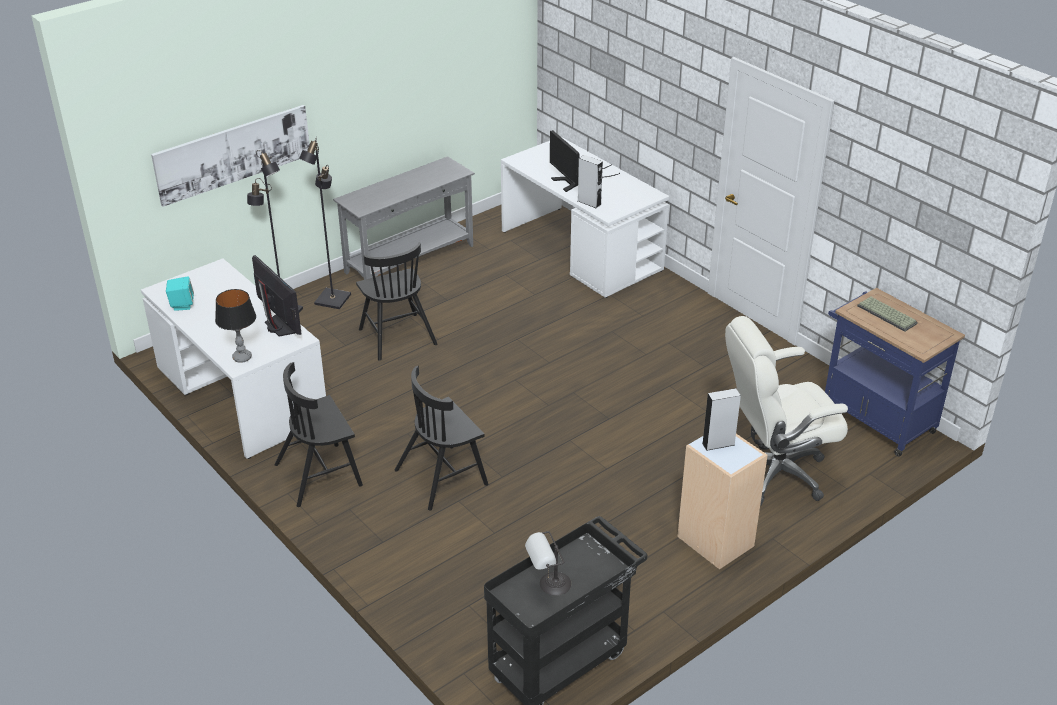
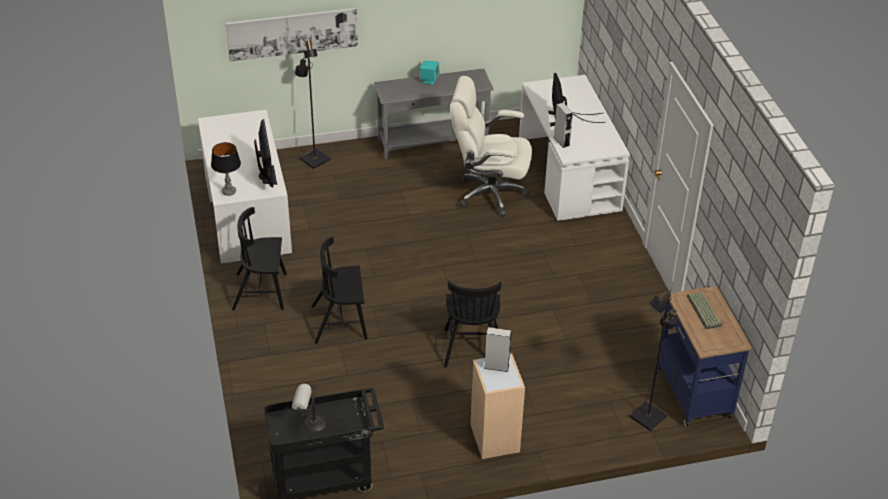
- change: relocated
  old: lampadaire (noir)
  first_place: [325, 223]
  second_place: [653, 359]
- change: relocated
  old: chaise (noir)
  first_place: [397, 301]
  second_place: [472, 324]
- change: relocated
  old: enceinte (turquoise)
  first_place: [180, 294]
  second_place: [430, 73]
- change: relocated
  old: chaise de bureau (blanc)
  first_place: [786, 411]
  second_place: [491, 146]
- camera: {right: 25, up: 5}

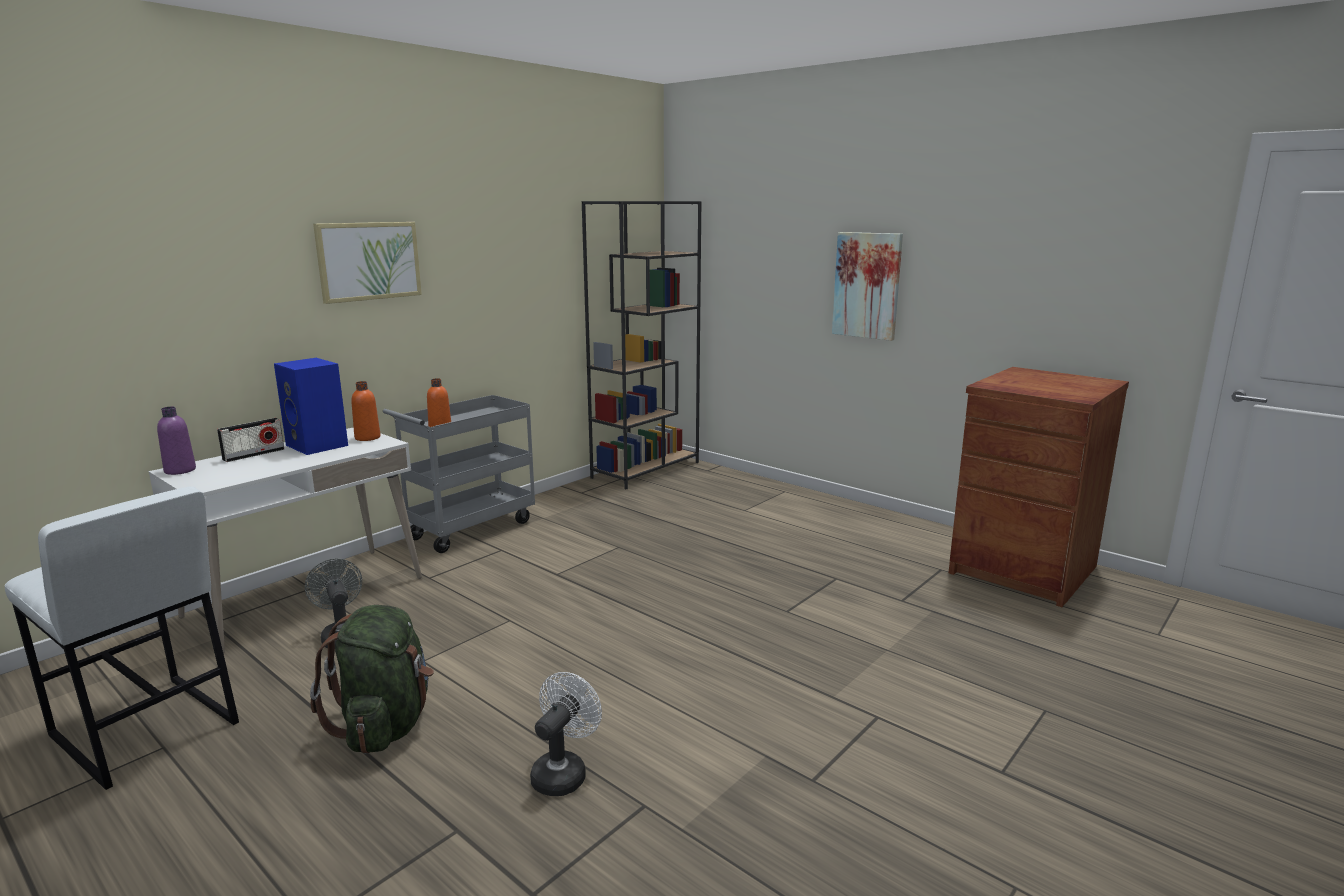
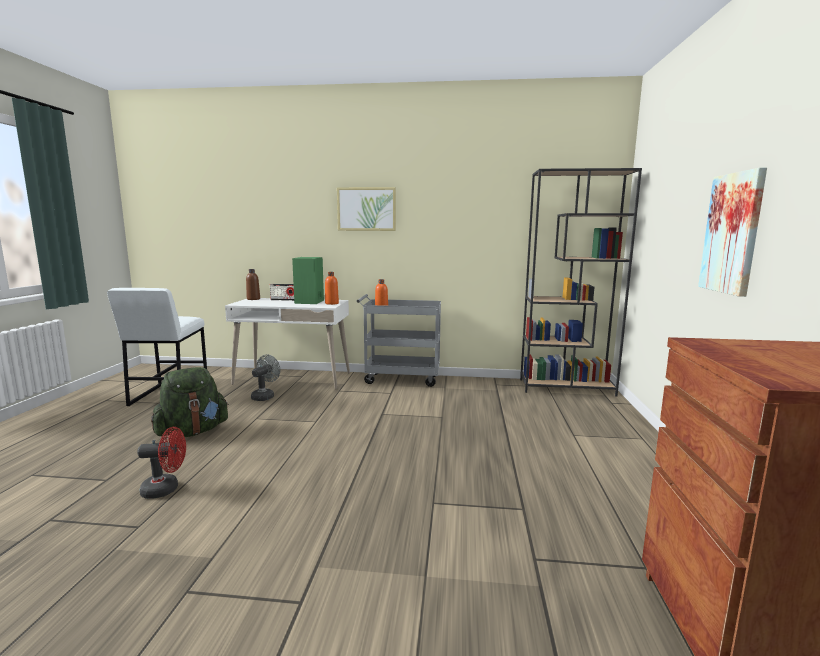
- change: colour
  old: enceinte (bleu)
  new: enceinte (vert)
  first_place: [311, 406]
  second_place: [308, 280]
- change: colour
  old: bouteille (violet)
  new: bouteille (marron)
  first_place: [176, 441]
  second_place: [253, 284]
- change: colour
  old: ventilateur (blanc)
  new: ventilateur (rouge)
  first_place: [566, 734]
  second_place: [161, 463]
- camera: {right: 55, up: -5}

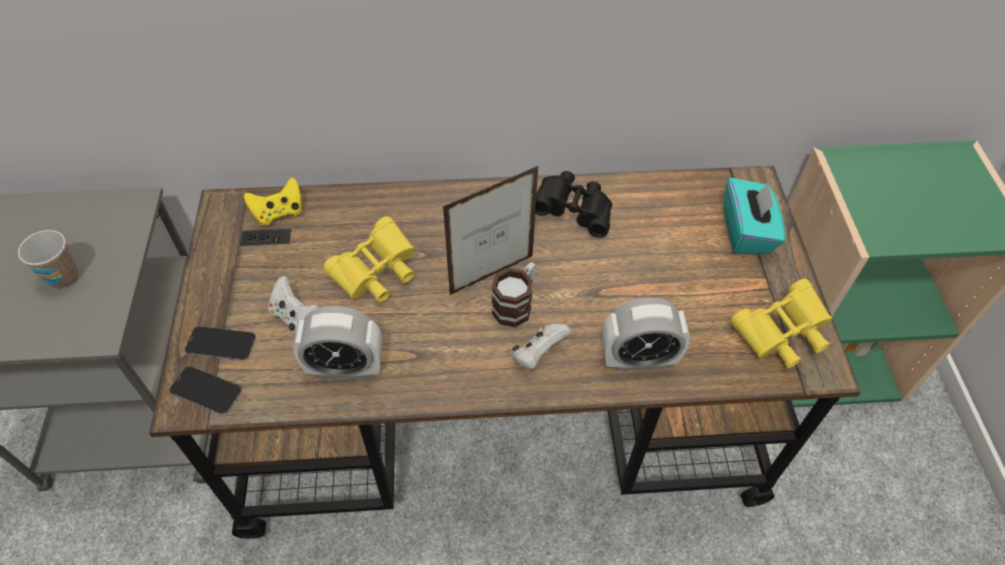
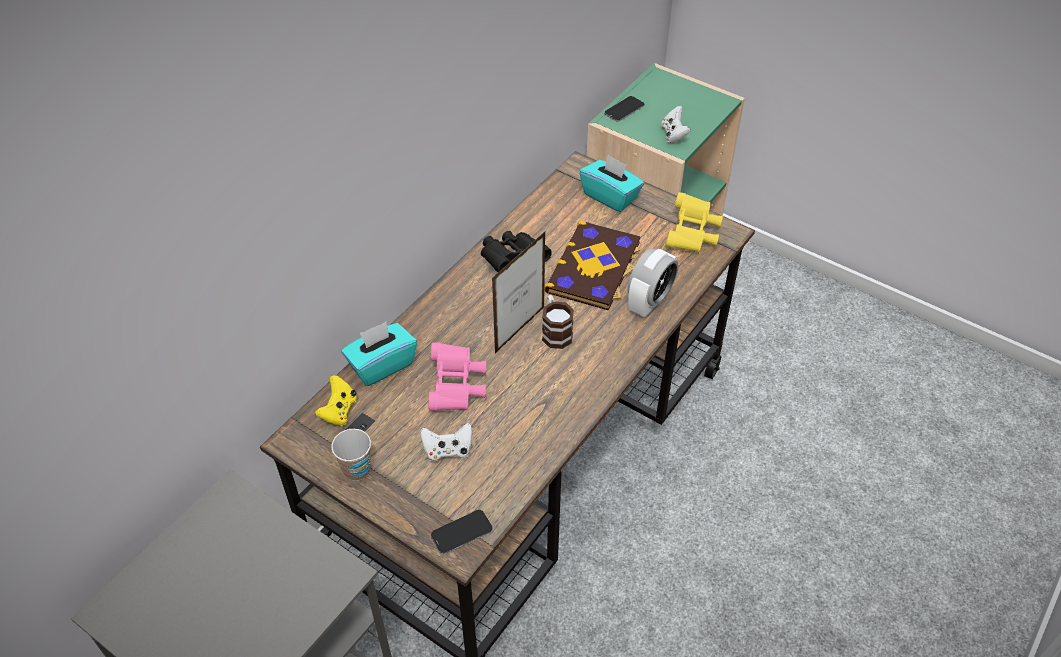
- change: spun
  old: cadre photo
  first_place: [490, 230]
  second_place: [518, 292]
  degrees: -150
- change: colour
  old: jumelles (jaune)
  new: jumelles (rose)
  first_place: [369, 259]
  second_place: [457, 376]
- change: relocated
  old: tasse
  first_place: [48, 259]
  second_place: [351, 455]
- change: missing
  old: réveil
  first_place: [337, 342]
- change: relocated
  old: manette (blanc)
  first_place: [541, 346]
  second_place: [676, 124]
- change: relocated
  old: téléphone
  first_place: [220, 344]
  second_place: [624, 109]
- change: appeared
  new: livre
  second_place: [592, 266]
- change: appeared
  new: boîte à mouchoirs (turquoise)
  second_place: [379, 354]
- camera: {right: -50, up: -5}

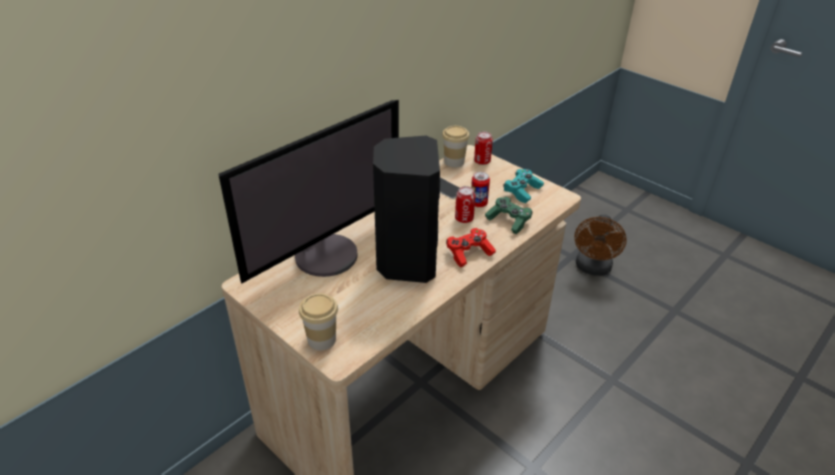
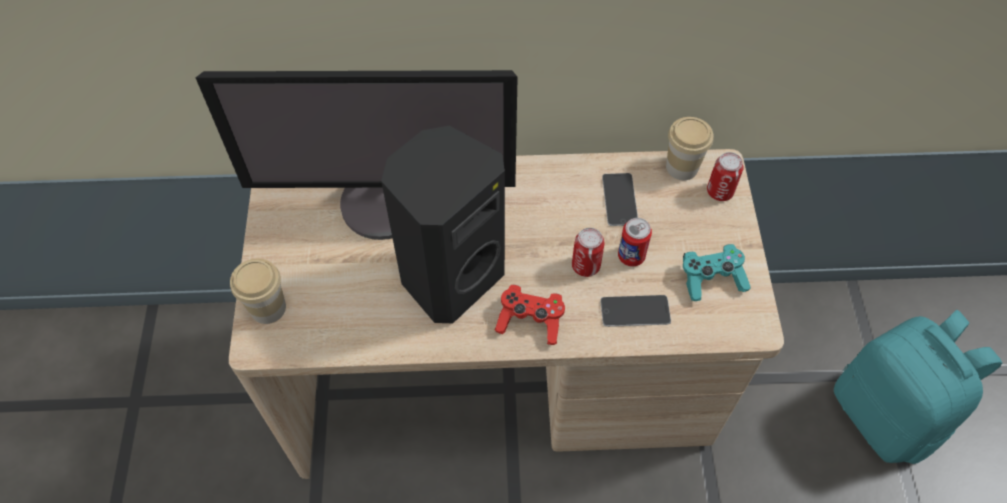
- change: exchanged
  old: manette (vert)
  new: téléphone
  first_place: [509, 215]
  second_place: [635, 311]
- change: exchanged
  old: ventilateur (marron)
  new: sac à dos (turquoise)
  first_place: [600, 245]
  second_place: [918, 387]
- camera: {right: 45, up: 20}

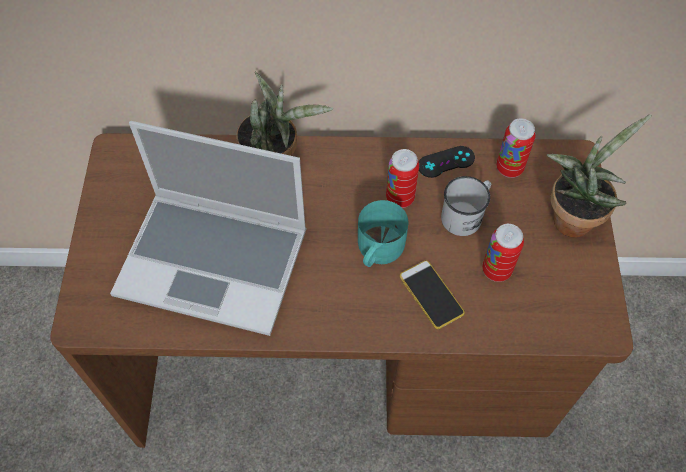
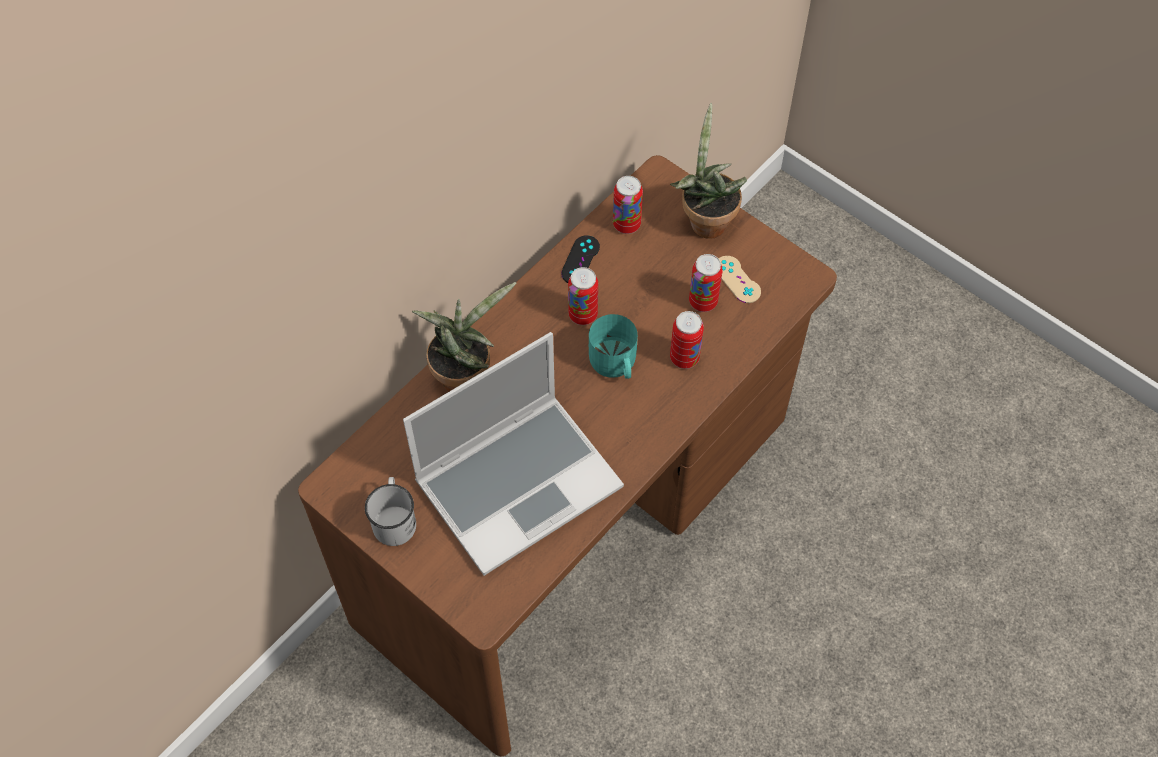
- change: relocated
  old: mug (blanc)
  first_place: [466, 206]
  second_place: [390, 511]
- change: exchanged
  old: téléphone
  new: boîte métallique
  first_place: [432, 294]
  second_place: [687, 340]
- change: appeared
  new: manette (beige)
  second_place: [739, 279]
- camera: {right: -50, up: 0}

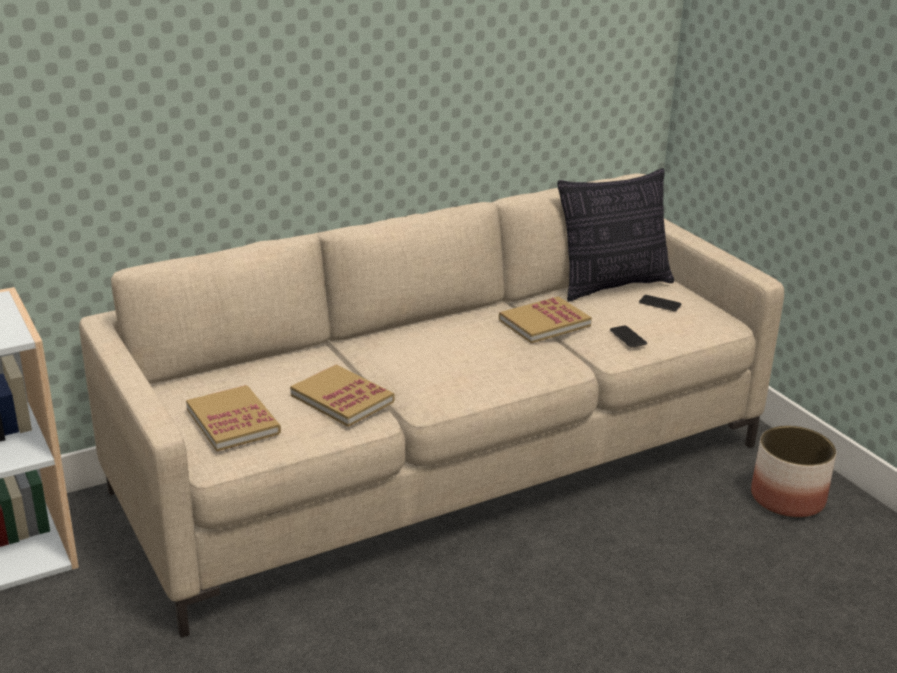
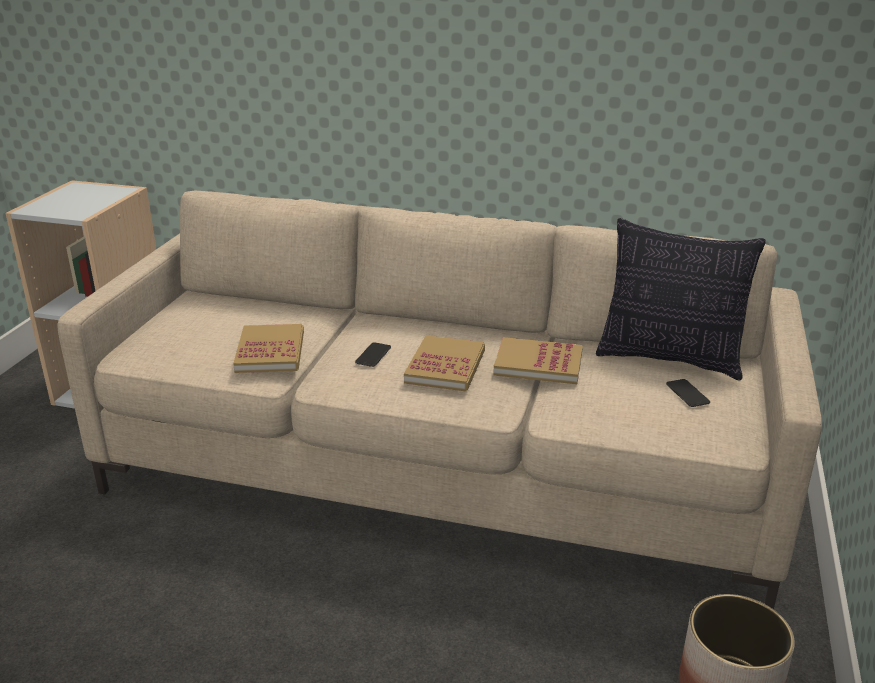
- change: relocated
  old: téléphone
  first_place: [628, 336]
  second_place: [373, 354]
- change: relocated
  old: livre
  first_place: [233, 418]
  second_place: [444, 363]
- camera: {right: 45, up: 0}

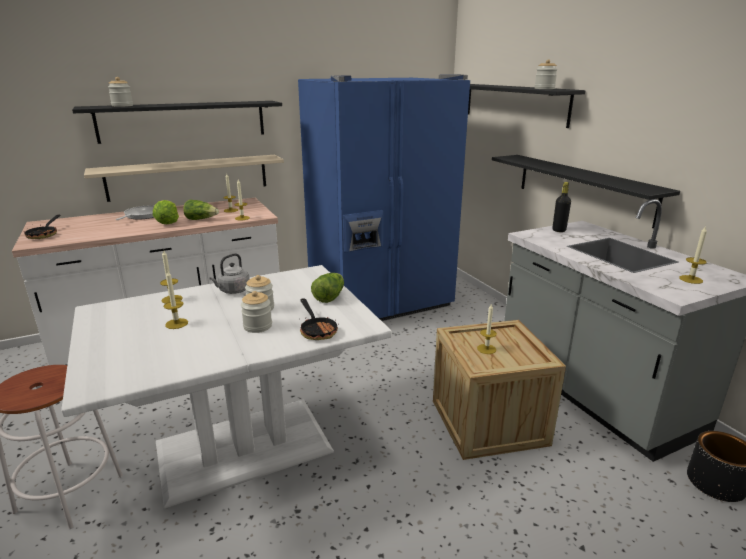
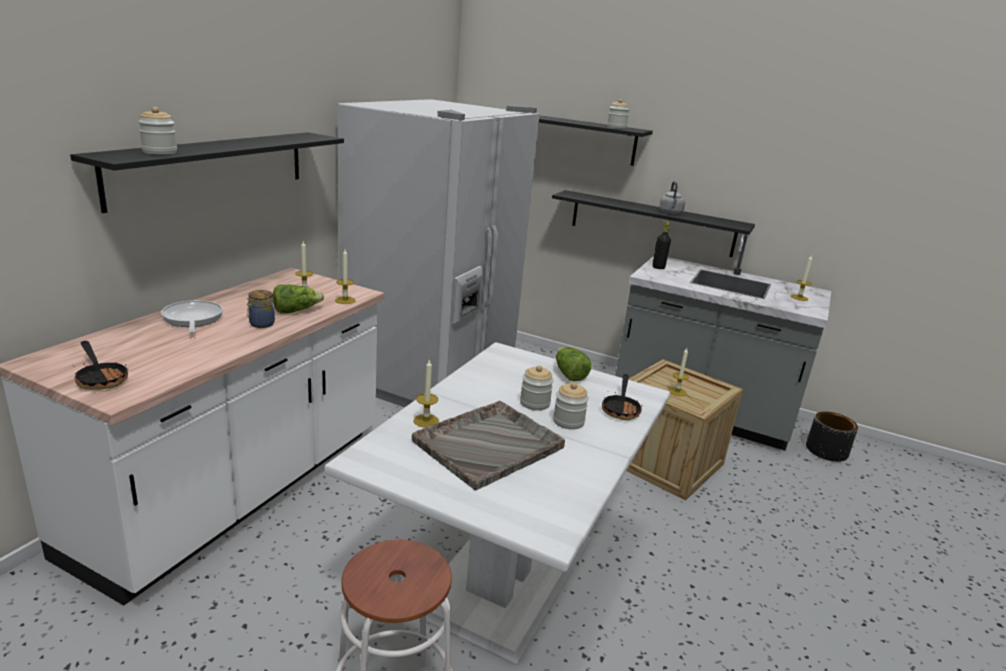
- change: colour
  old: réfrigérateur (bleu)
  new: réfrigérateur (blanc)
  first_place: [384, 197]
  second_place: [438, 253]
- change: missing
  old: étagère (beige)
  first_place: [184, 178]
- change: exchanged
  old: laitue
  new: bocal
  first_place: [166, 212]
  second_place: [261, 309]
- change: relocated
  old: bouilloire (gris)
  first_place: [229, 273]
  second_place: [672, 197]
- change: exchanged
  old: bougie
  new: plateau (gris)
  first_place: [176, 299]
  second_place: [488, 445]
- change: spun
  old: poêle
  first_place: [319, 319]
  second_place: [622, 397]
  degrees: 75
- camera: {right: -40, up: 0}

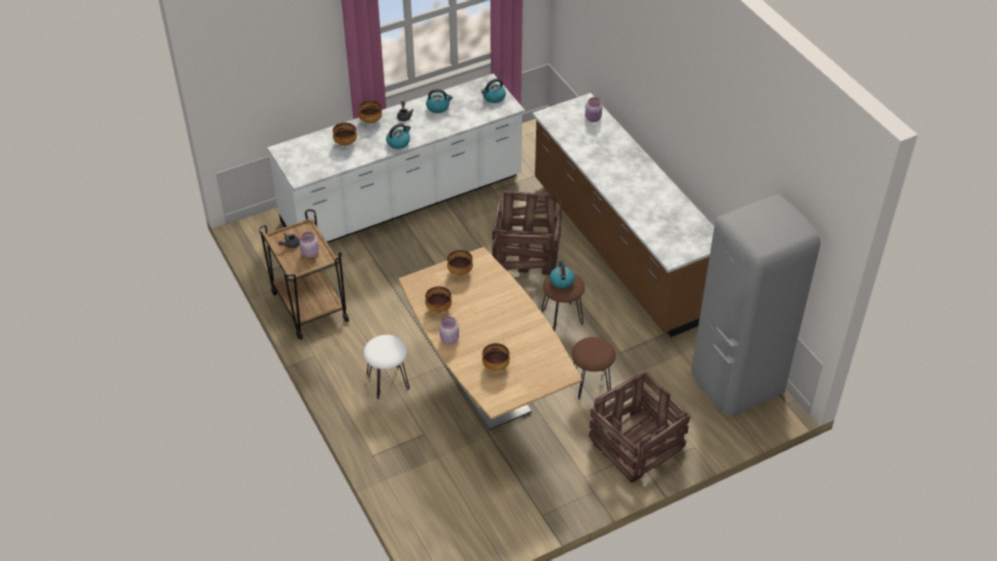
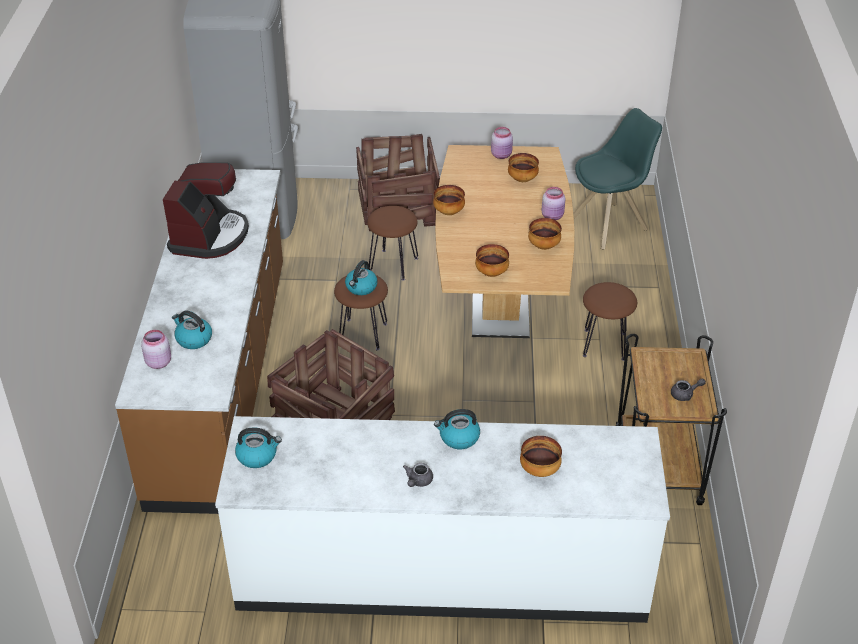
- change: relocated
  old: bouilloire
  first_place: [439, 101]
  second_place: [192, 330]
- change: relocated
  old: bol
  first_place: [370, 112]
  second_place: [449, 200]
- change: relocated
  old: bocal (rose)
  first_place: [309, 245]
  second_place: [502, 143]
- change: colour
  old: tabouret (blanc)
  new: tabouret (marron)
  first_place: [387, 367]
  second_place: [610, 321]
- change: appeared
  new: chaise (turquoise)
  second_place: [617, 179]
- change: appeared
  new: machine à café
  second_place: [206, 210]
- camera: {right: -150, up: -5}

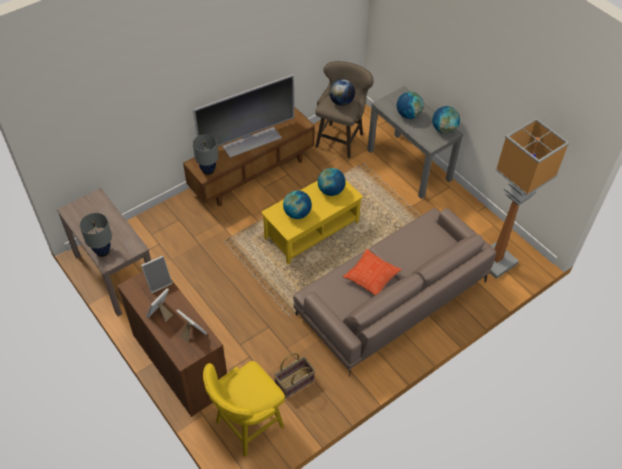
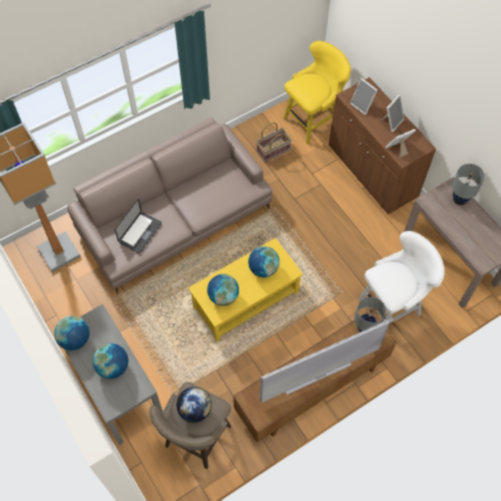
- change: missing
  old: coussin (orange)
  first_place: [372, 272]
- change: appeared
  new: ordinateur portable
  second_place: [138, 226]
- change: appeared
  new: tabouret (blanc)
  second_place: [402, 277]
- camera: {right: -175, up: 10}

